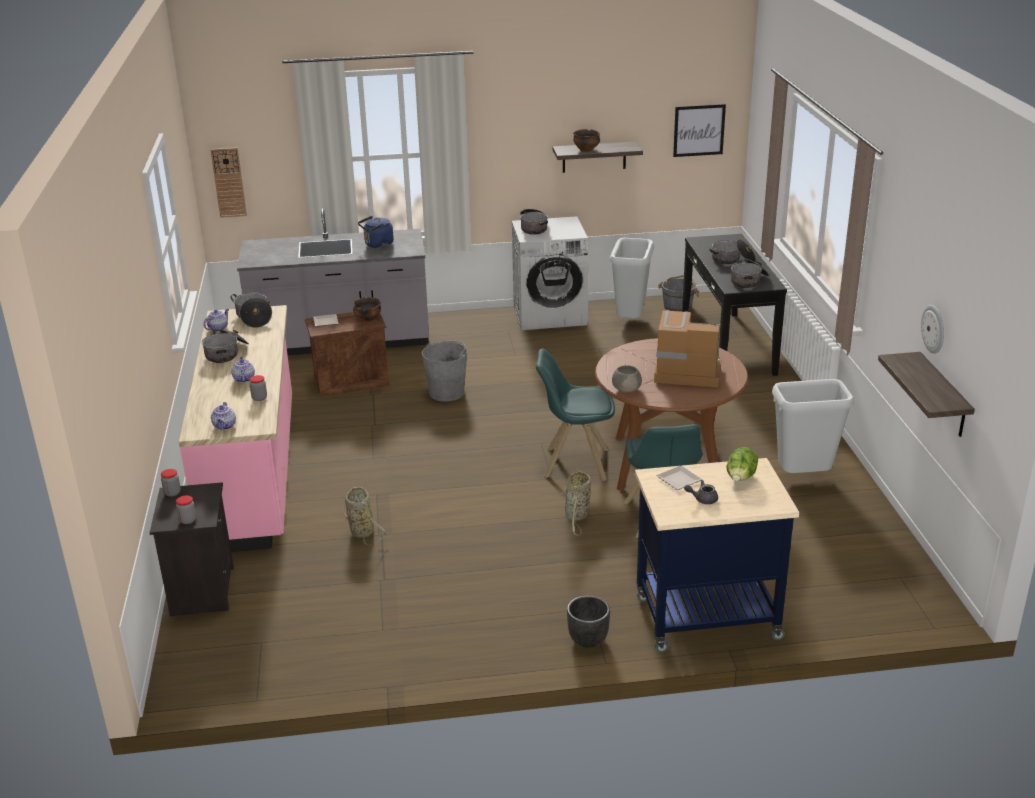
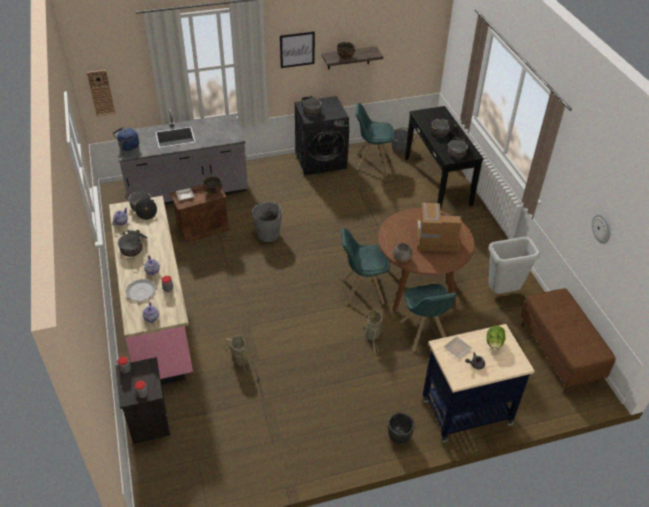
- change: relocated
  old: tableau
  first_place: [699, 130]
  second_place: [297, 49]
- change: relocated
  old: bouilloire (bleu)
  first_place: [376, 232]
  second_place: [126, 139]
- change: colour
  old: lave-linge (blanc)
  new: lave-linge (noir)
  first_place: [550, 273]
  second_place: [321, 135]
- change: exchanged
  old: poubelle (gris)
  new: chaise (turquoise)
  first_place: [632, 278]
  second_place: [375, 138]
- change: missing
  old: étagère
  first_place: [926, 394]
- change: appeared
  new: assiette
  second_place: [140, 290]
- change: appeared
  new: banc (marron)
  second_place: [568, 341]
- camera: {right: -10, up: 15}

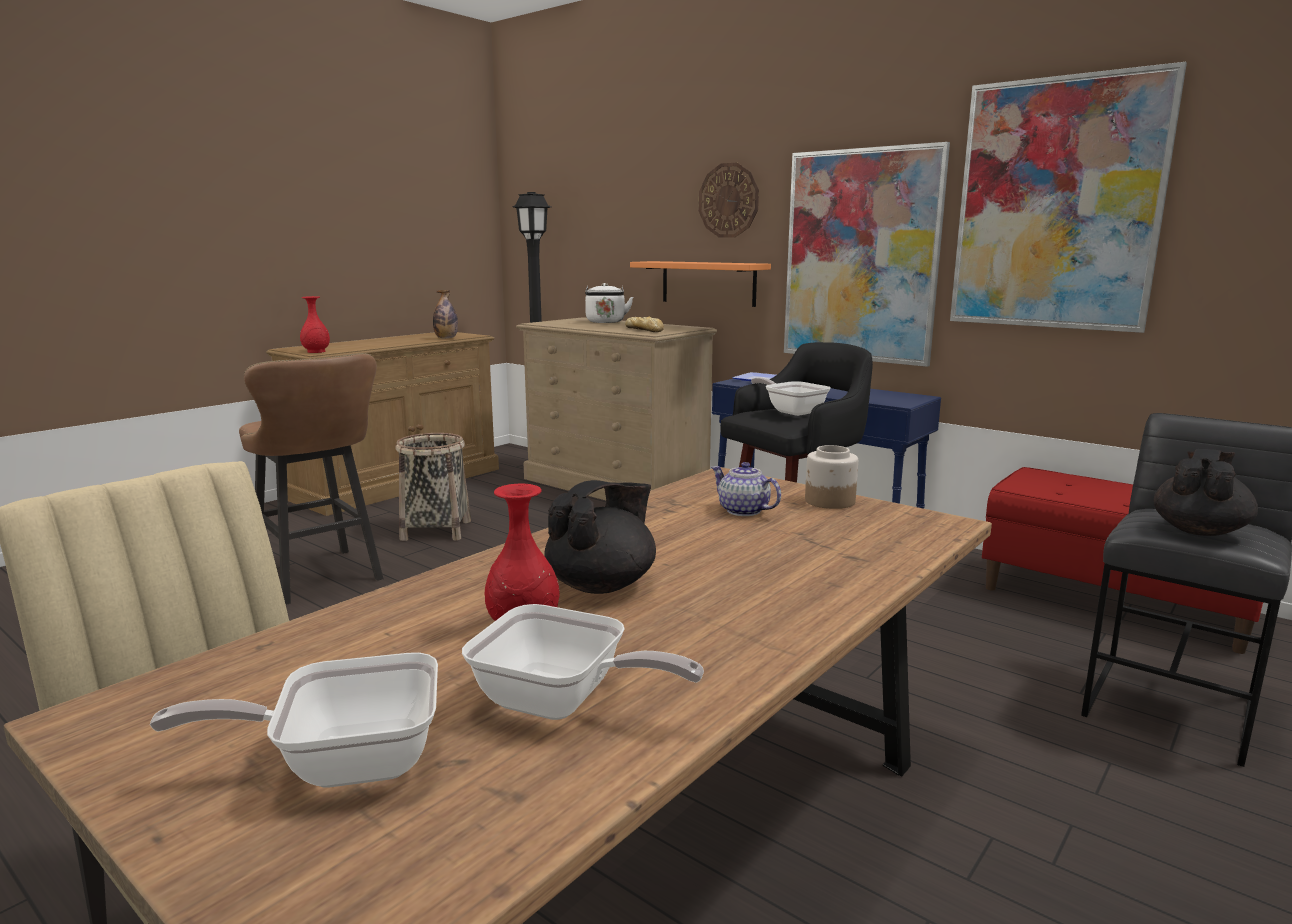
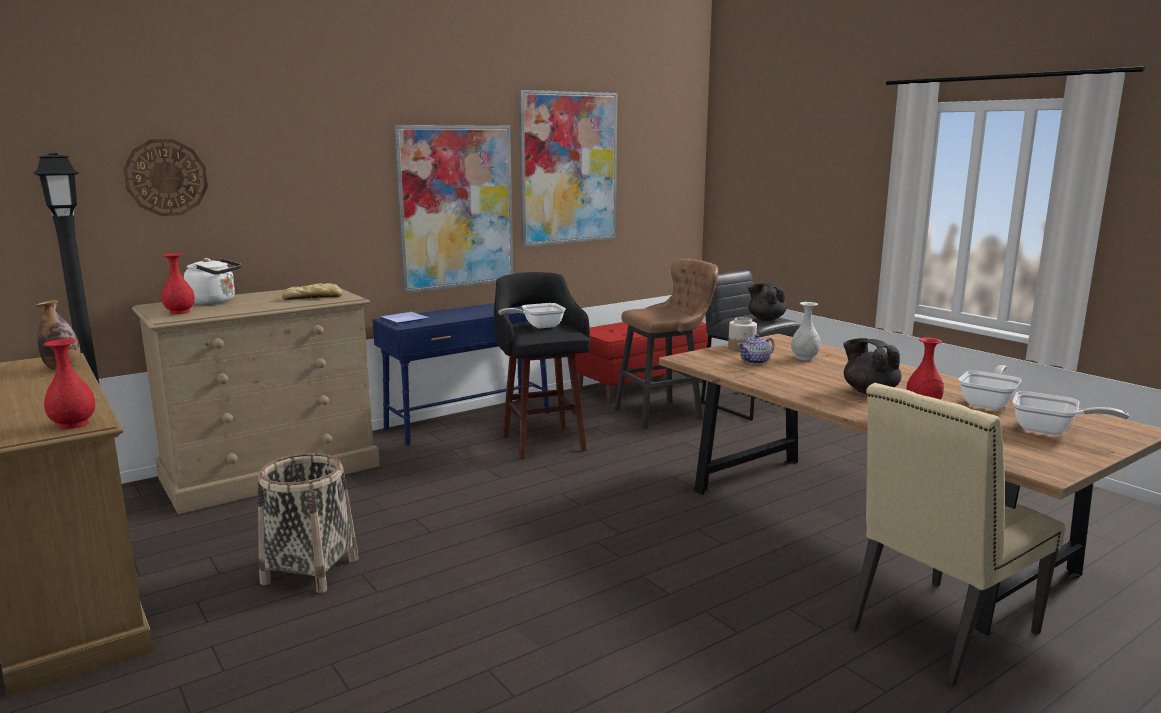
- change: relocated
  old: horloge murale
  first_place: [729, 200]
  second_place: [165, 177]
- change: missing
  old: étagère (orange)
  first_place: [700, 284]
- change: relocated
  old: tabouret (marron)
  first_place: [311, 479]
  second_place: [666, 344]
- change: spun
  old: poêle
  first_place: [294, 720]
  second_place: [1070, 413]
  degrees: -60
- change: appeared
  new: vase (rouge)
  second_place: [178, 283]
- change: appeared
  new: vase (blanc)
  second_place: [806, 331]
- camera: {right: -75, up: 0}

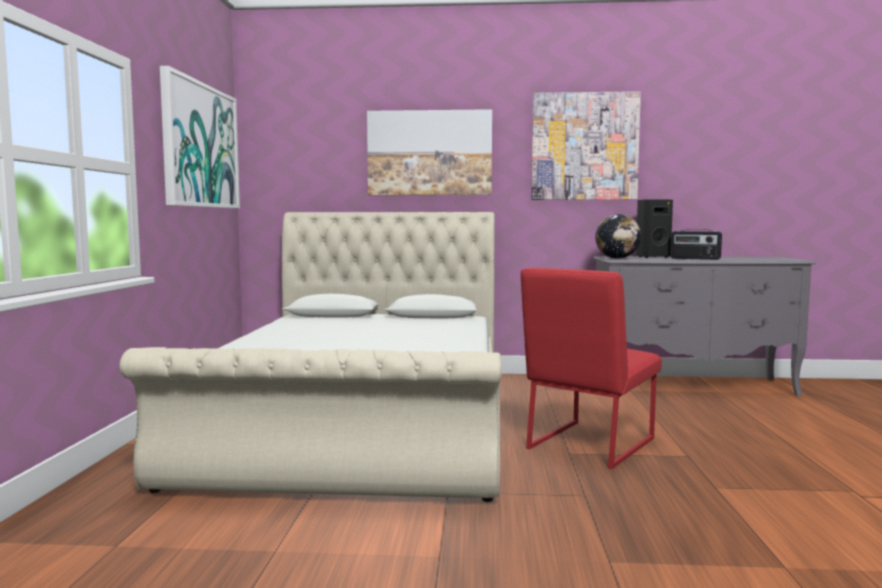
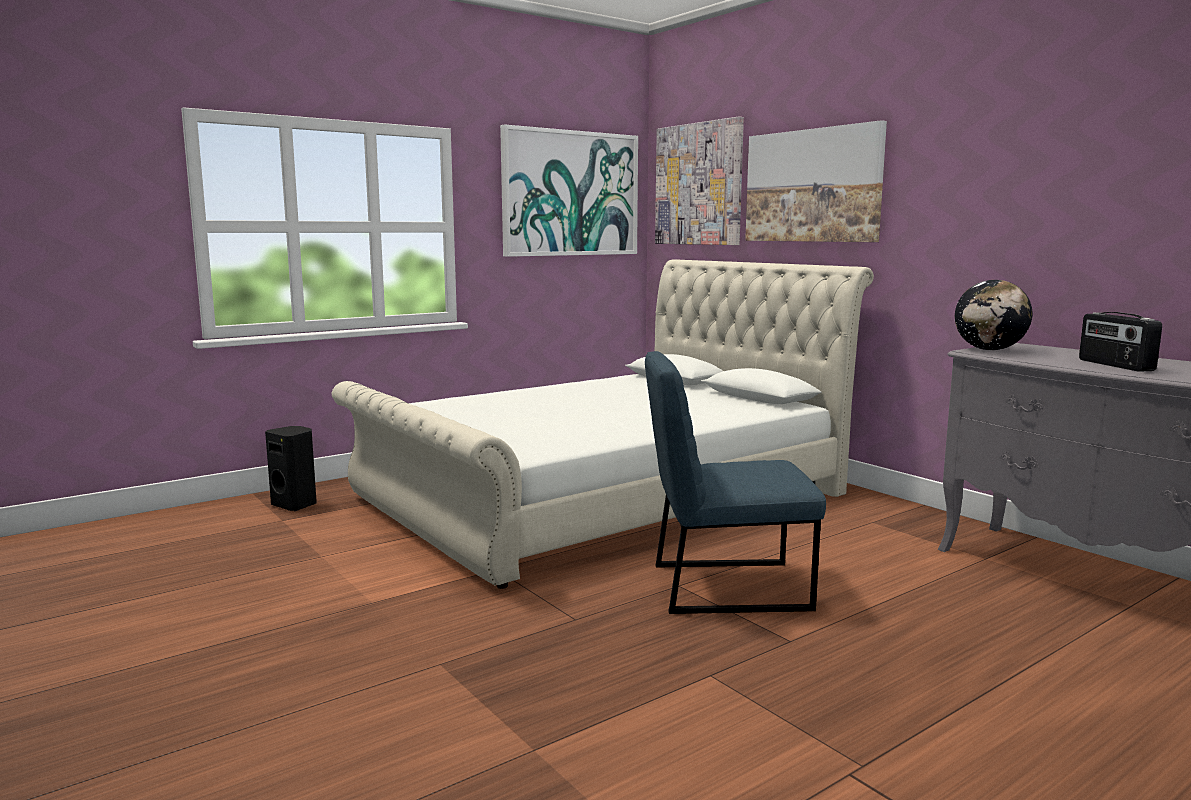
- change: relocated
  old: tableau
  first_place: [586, 145]
  second_place: [699, 180]
- change: relocated
  old: enceinte (noir)
  first_place: [654, 228]
  second_place: [291, 468]
- change: colour
  old: chaise (rouge)
  new: chaise (bleu)
  first_place: [591, 368]
  second_place: [735, 482]
- camera: {right: 50, up: 5}

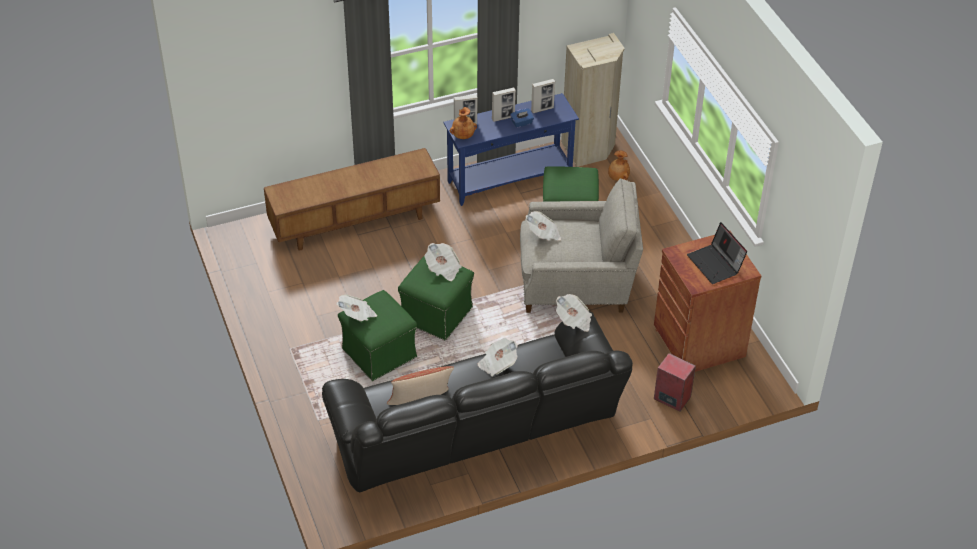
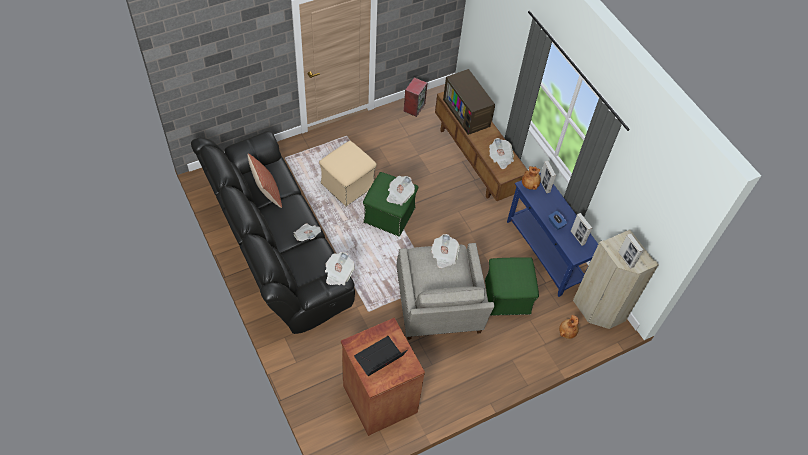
- change: relocated
  old: cadre photo
  first_place: [504, 105]
  second_place: [631, 251]
- change: colour
  old: pouf (vert)
  new: pouf (beige)
  first_place: [377, 335]
  second_place: [348, 173]
- change: relocated
  old: journal
  first_place: [356, 308]
  second_place: [501, 153]
- change: relocated
  old: enceinte
  first_place: [675, 382]
  second_place: [415, 97]
- change: appeared
  new: téléviseur
  second_place: [469, 102]
- camera: {right: 80, up: 10}

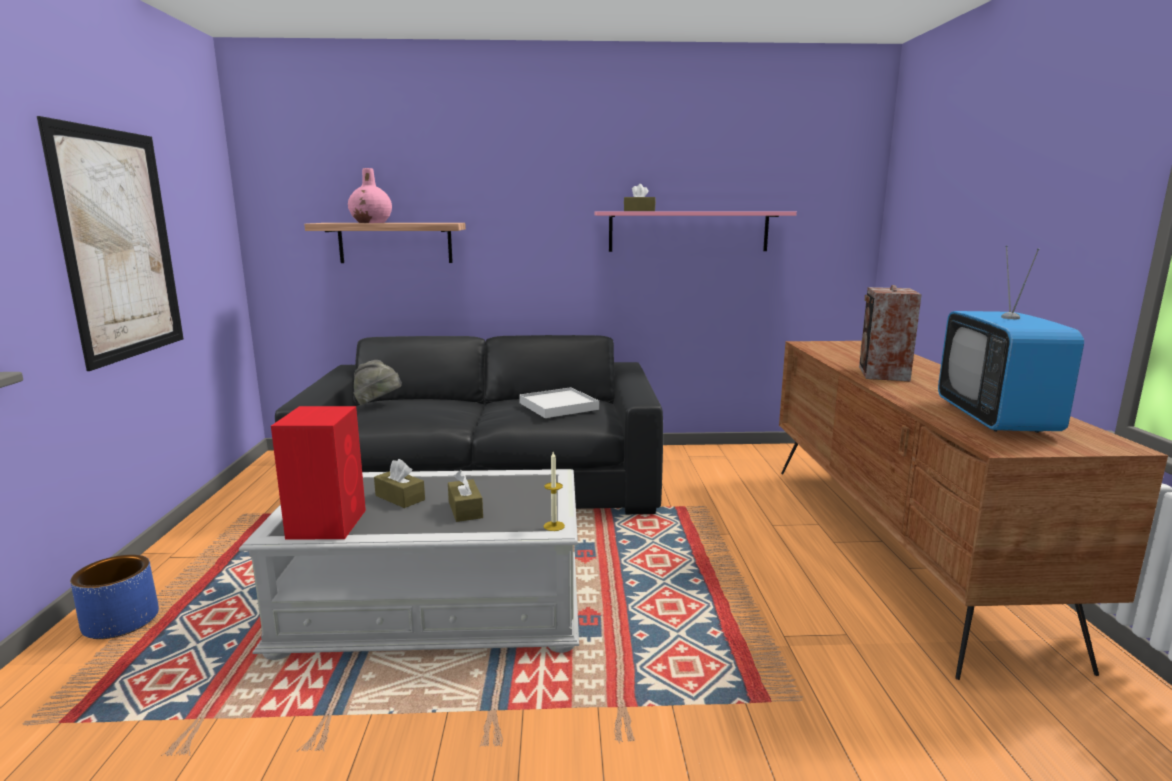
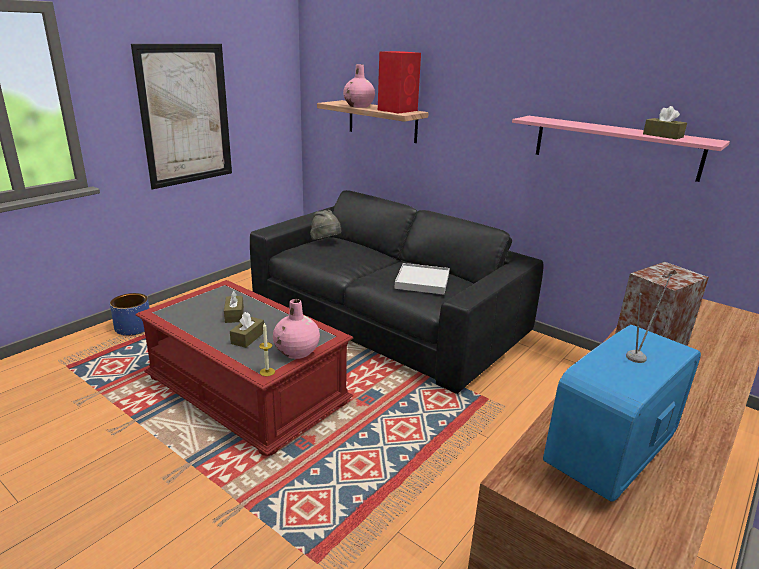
- change: relocated
  old: boîte à mouchoirs (marron)
  first_place: [640, 197]
  second_place: [665, 122]
- change: relocated
  old: enceinte (rouge)
  first_place: [318, 472]
  second_place: [399, 82]
- change: colour
  old: table basse (blanc)
  new: table basse (rouge)
  first_place: [409, 564]
  second_place: [244, 368]
- change: appeared
  new: vase (rose)
  second_place: [296, 329]
- camera: {right: 40, up: 10}

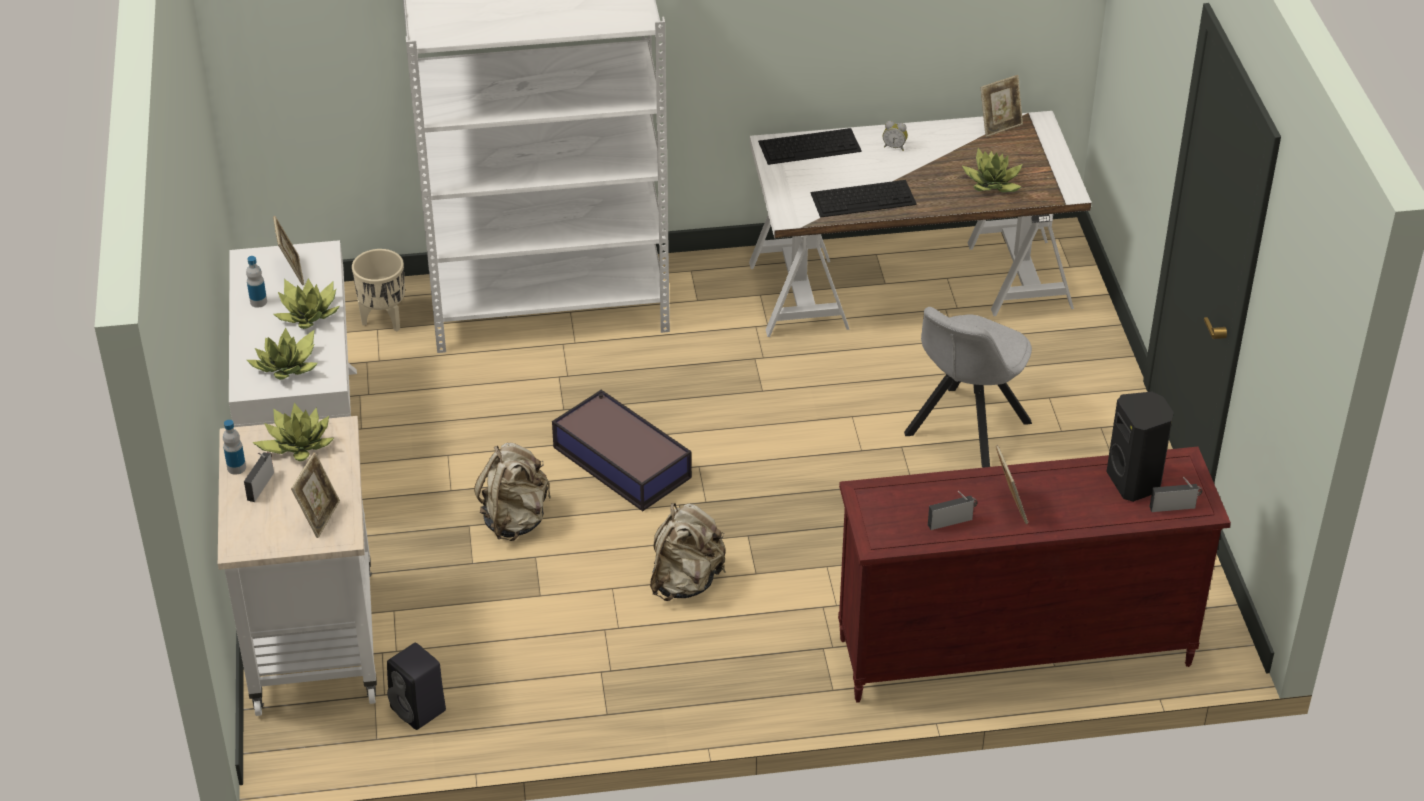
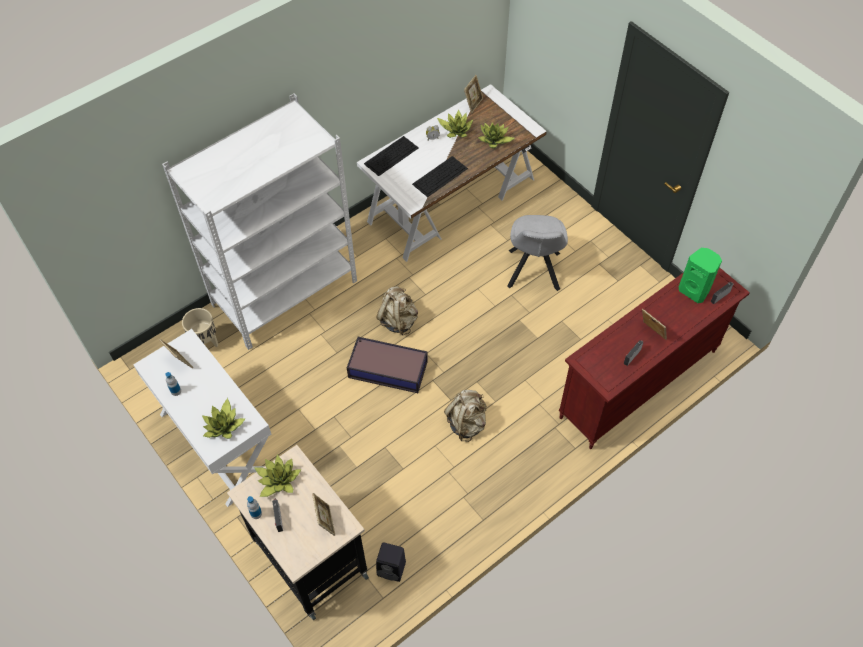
- change: relocated
  old: plante en pot
  first_place: [306, 303]
  second_place: [455, 124]
- change: colour
  old: enceinte (noir)
  new: enceinte (vert)
  first_place: [1140, 447]
  second_place: [700, 275]
- change: colour
  old: chariot (blanc)
  new: chariot (noir)
  first_place: [297, 566]
  second_place: [298, 532]
- change: relocated
  old: sac à dos (beige)
  first_place: [512, 492]
  second_place: [397, 311]
- camera: {right: -30, up: 15}

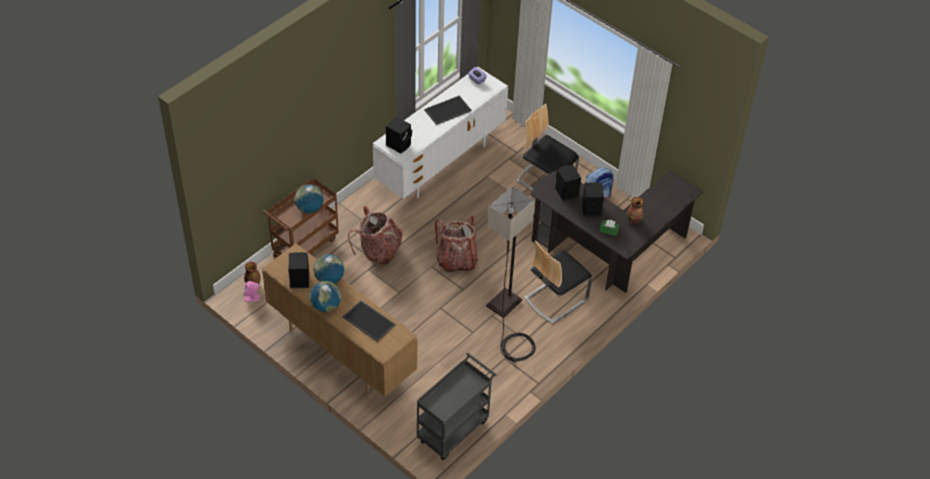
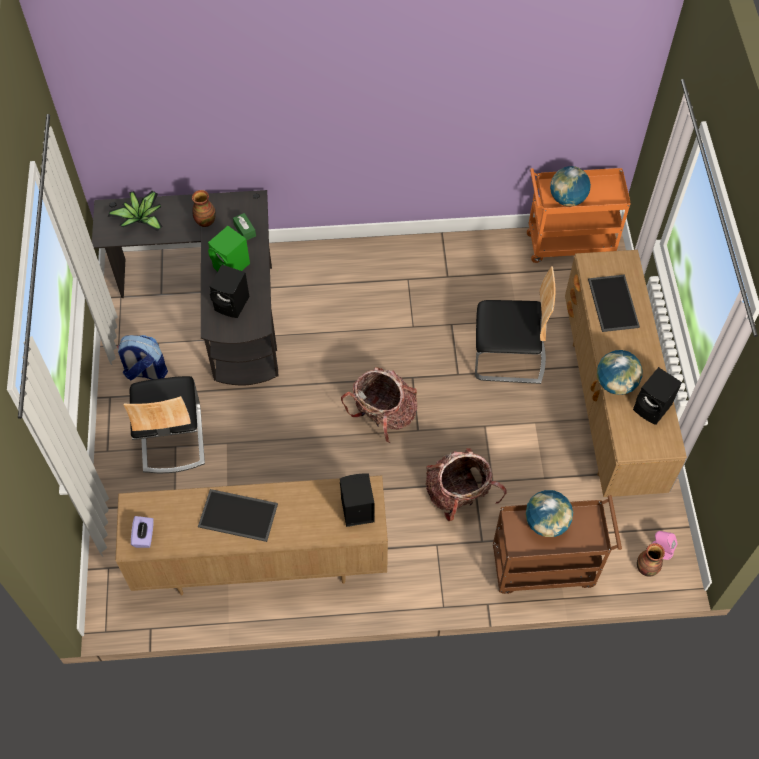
- change: colour
  old: commode (blanc)
  new: commode (marron)
  first_place: [441, 133]
  second_place: [251, 535]
- change: colour
  old: enceinte (noir)
  new: enceinte (vert)
  first_place: [593, 199]
  second_place: [229, 249]
- change: missing
  old: lampadaire
  first_place: [511, 274]
- change: relocated
  old: chaise
  first_place: [558, 282]
  second_place: [515, 325]
- change: relocated
  old: globe
  first_place: [325, 296]
  second_place: [570, 186]
- change: colour
  old: chariot (gris)
  new: chariot (orange)
  first_place: [457, 406]
  second_place: [579, 215]
- change: appeared
  new: plante en pot
  second_place: [135, 211]
- camera: {right: -135, up: 10}

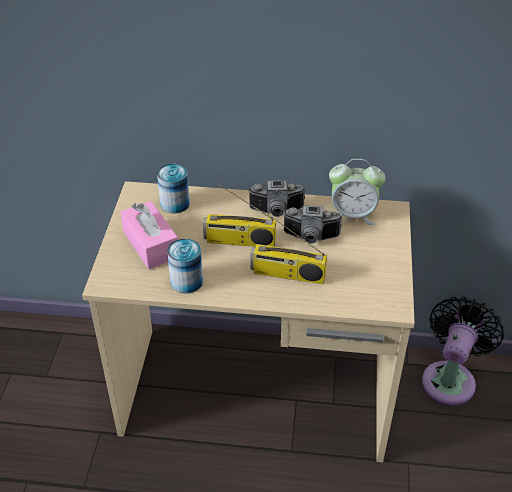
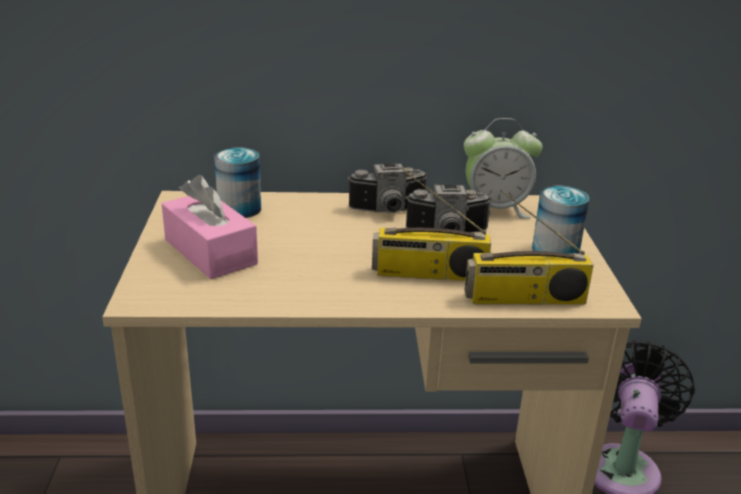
- change: relocated
  old: radio
  first_place: [239, 215]
  second_place: [529, 247]
- change: relocated
  old: boîte métallique
  first_place: [185, 266]
  second_place: [561, 219]
- camera: {right: -10, up: -15}

